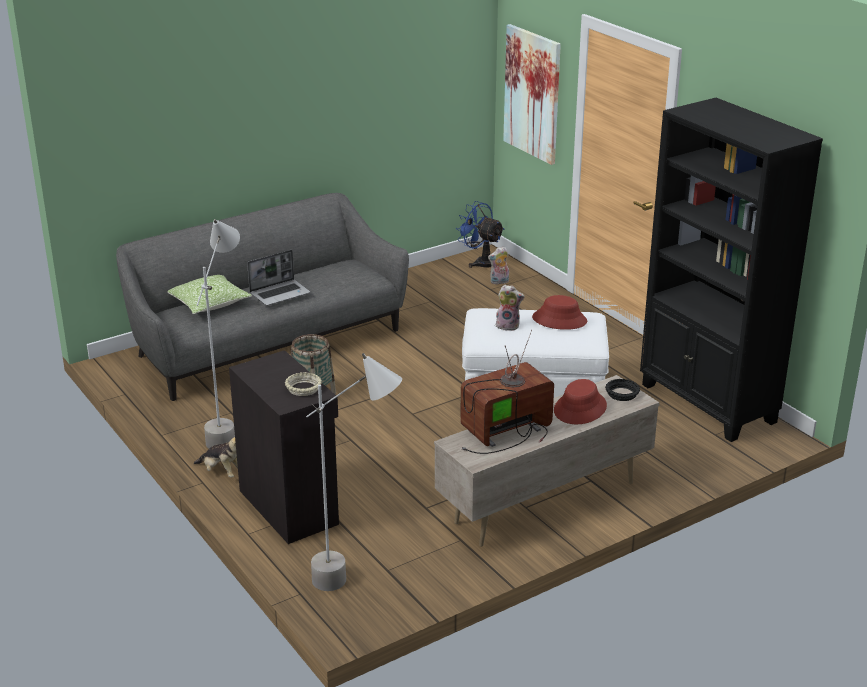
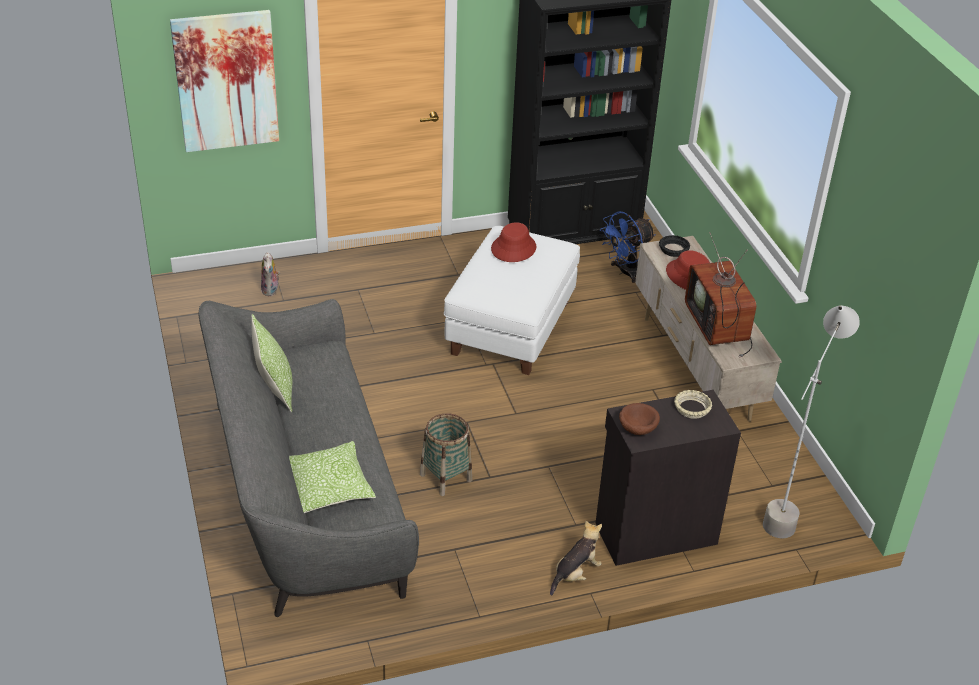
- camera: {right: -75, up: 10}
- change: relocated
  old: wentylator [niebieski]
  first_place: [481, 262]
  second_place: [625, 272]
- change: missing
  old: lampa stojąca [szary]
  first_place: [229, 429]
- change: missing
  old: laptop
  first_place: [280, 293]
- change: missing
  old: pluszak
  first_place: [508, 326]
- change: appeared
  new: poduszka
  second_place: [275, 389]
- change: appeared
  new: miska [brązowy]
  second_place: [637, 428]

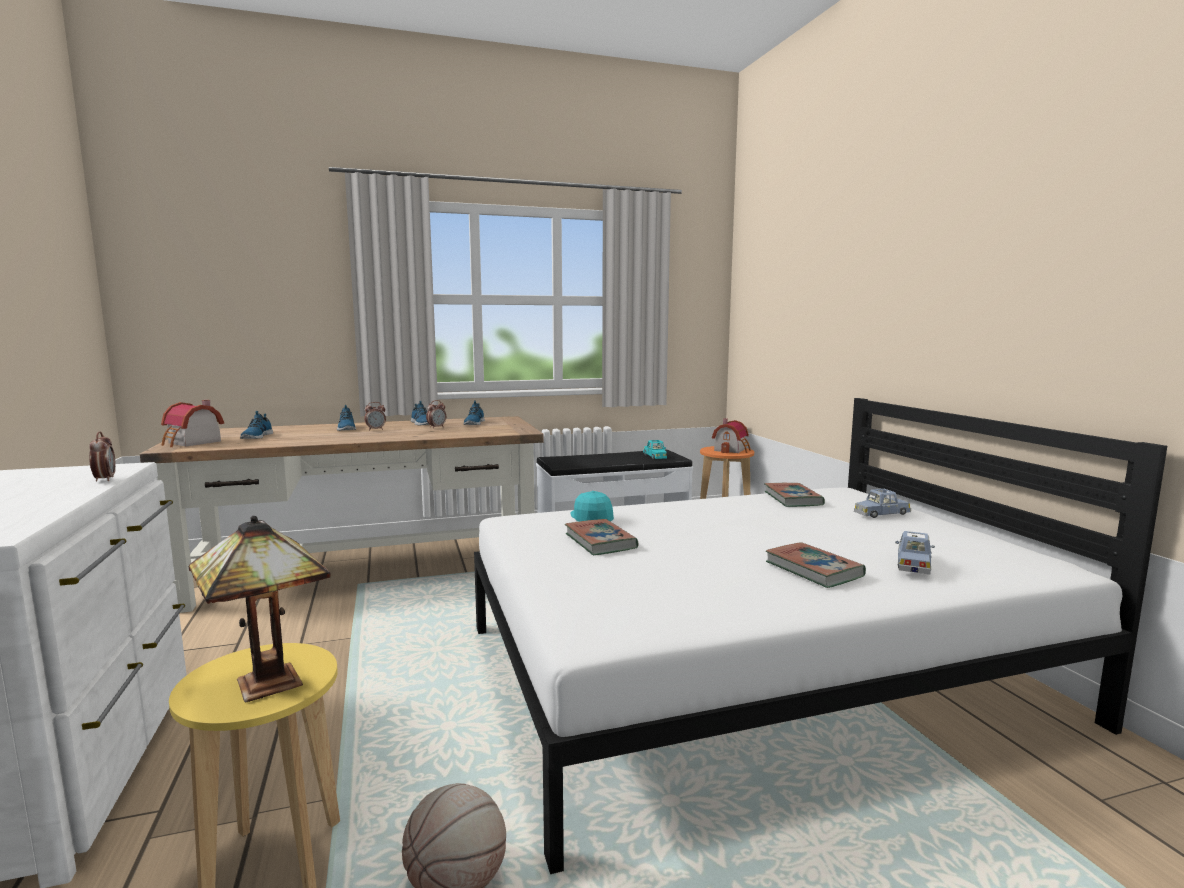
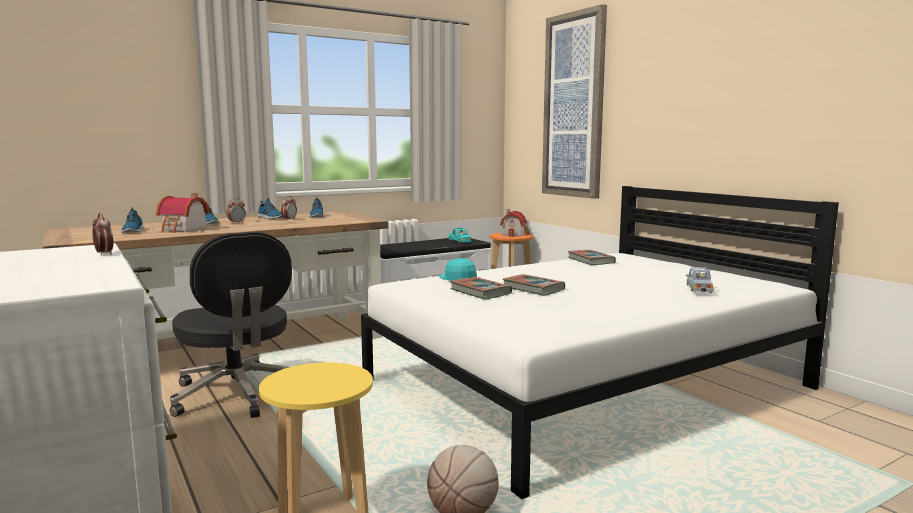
- camera: {right: -15, up: 0}
- change: relocated
  old: domek
  first_place: [192, 442]
  second_place: [183, 229]
- change: missing
  old: samochodzik [niebieski]
  first_place: [881, 514]
- change: missing
  old: lampa stołowa
  first_place: [265, 682]
- change: relocated
  old: książka
  first_place: [813, 570]
  second_place: [533, 288]
- change: appeared
  new: obraz
  second_place: [574, 106]
- change: appeared
  new: krzesło biurowe [czarny]
  second_place: [237, 394]

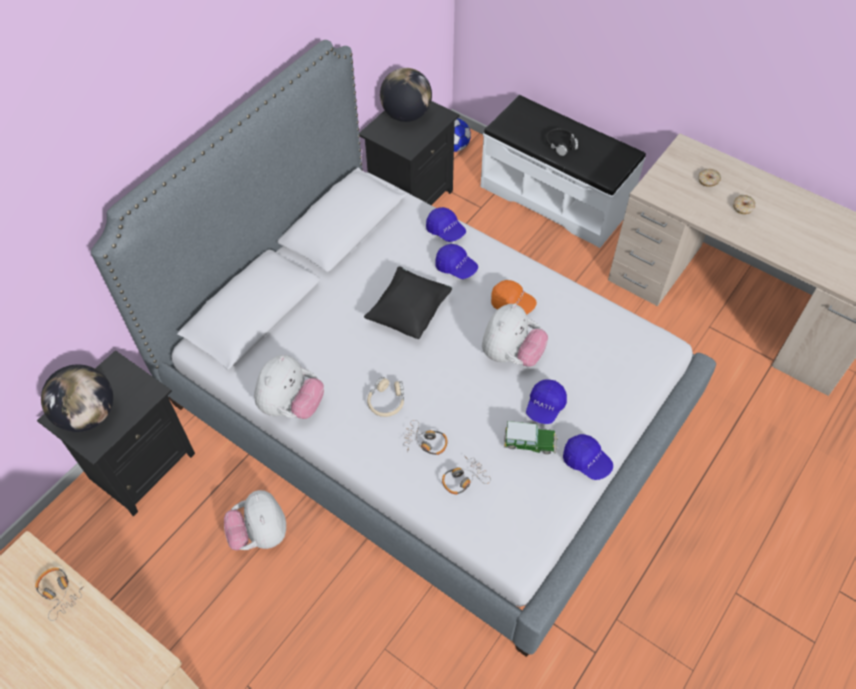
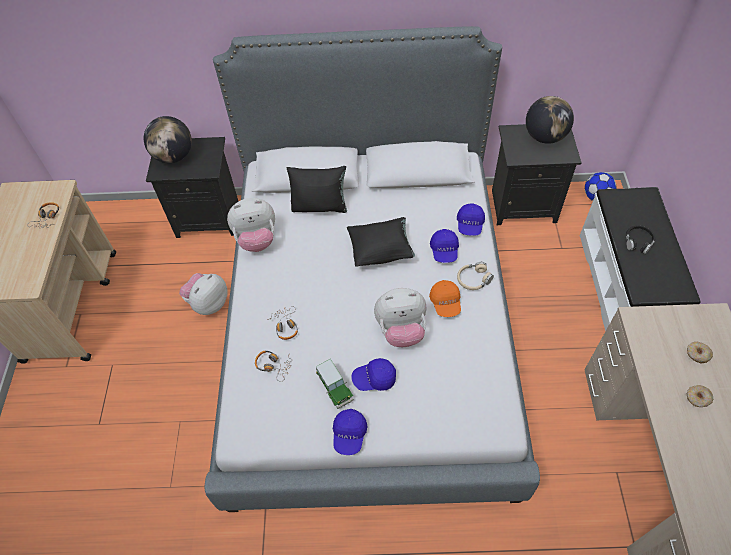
- camera: {right: 55, up: 0}
- change: relocated
  old: słuchawki [beżowy]
  first_place: [386, 401]
  second_place: [473, 279]
- change: appeared
  new: poduszka [czarny]
  second_place: [320, 206]

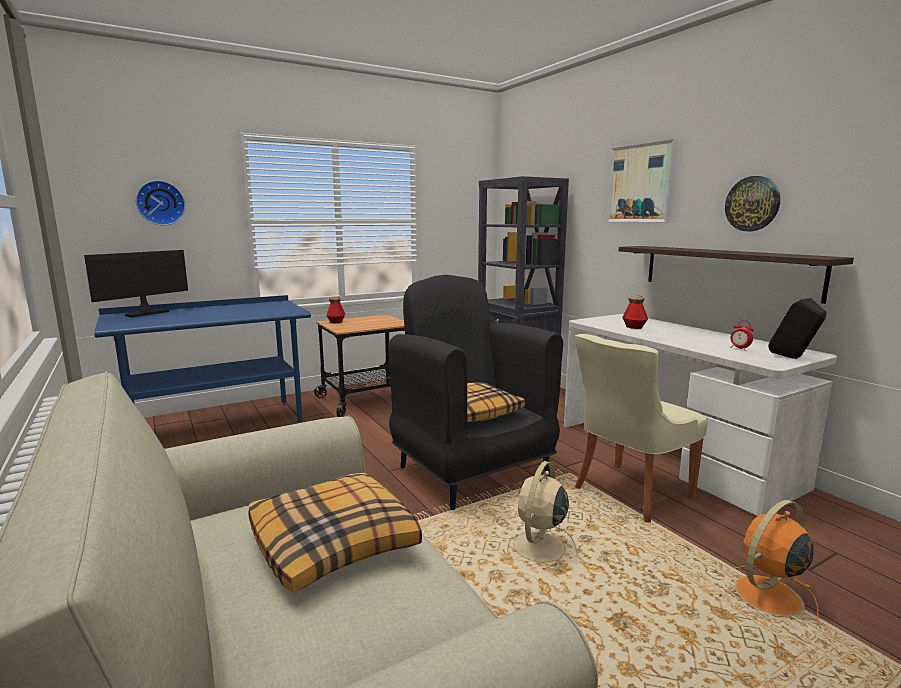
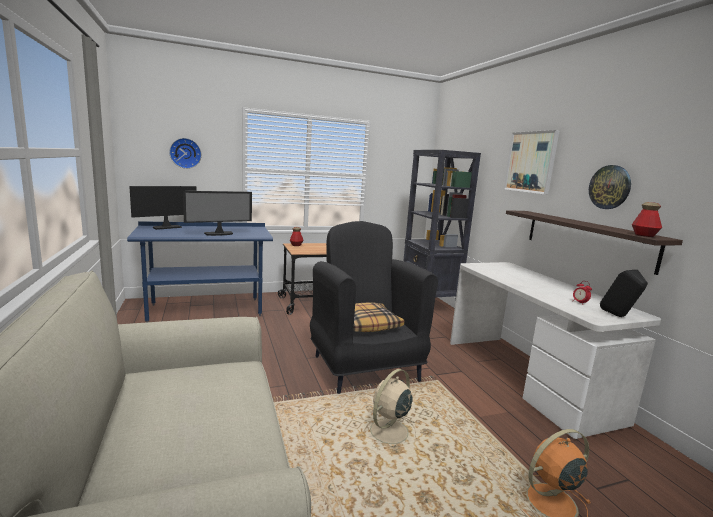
- camera: {right: 10, up: 0}
- change: relocated
  old: butelka
  first_place: [634, 327]
  second_place: [644, 235]
- change: missing
  old: krzesło [beżowy]
  first_place: [629, 493]
- change: missing
  old: poduszka
  first_place: [334, 542]
- change: appeared
  new: monitor
  second_place: [219, 234]

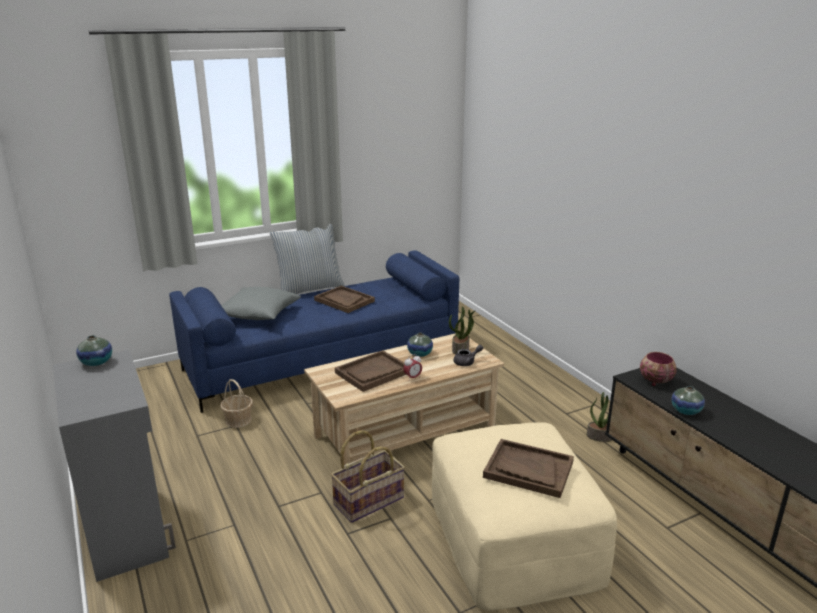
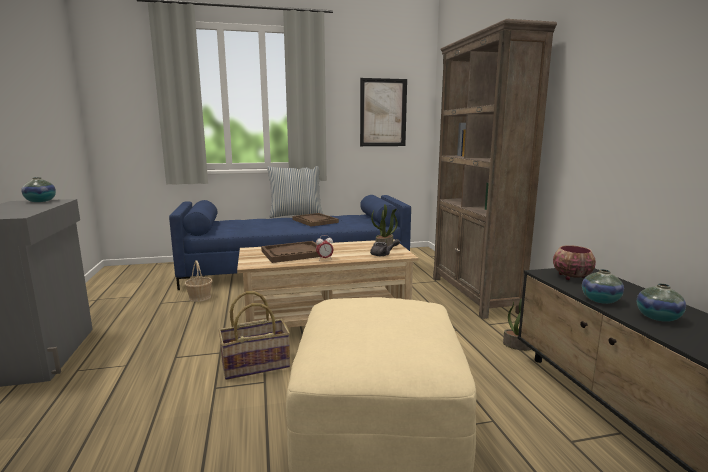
- camera: {right: 15, up: -10}
- change: missing
  old: poduszka [szary]
  first_place: [258, 314]
- change: relocated
  old: wazon
  first_place: [420, 354]
  second_place: [658, 317]
- change: missing
  old: taca [brązowy]
  first_place: [528, 470]
- change: appeared
  new: regał [brązowy]
  second_place: [474, 295]
- change: appeared
  new: obraz
  second_place: [383, 113]

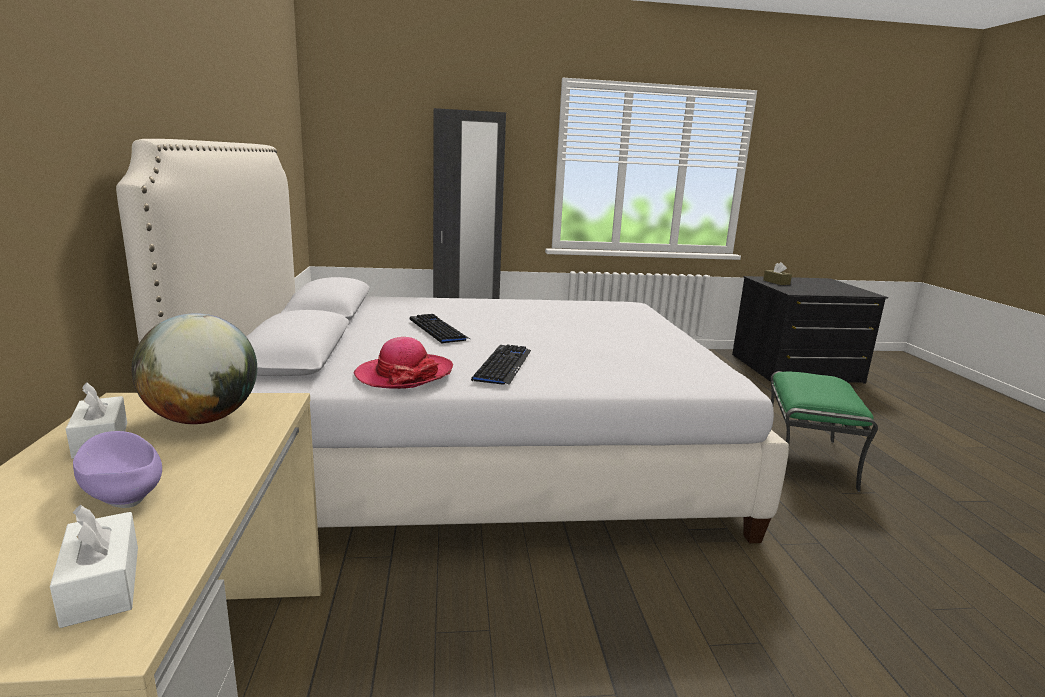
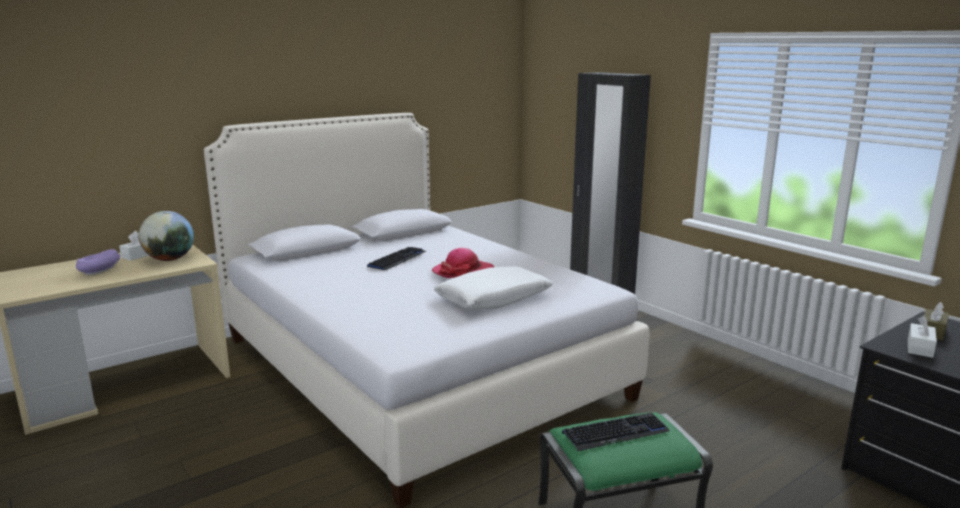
- camera: {right: 60, up: 0}
- change: relocated
  old: kapelusz
  first_place: [404, 374]
  second_place: [463, 272]
- change: relocated
  old: klawiatura
  first_place: [503, 365]
  second_place: [615, 433]
- change: relocated
  old: pudełko chusteczek [biały]
  first_place: [102, 584]
  second_place: [920, 348]
- change: appeared
  new: poduszka [biały]
  second_place: [493, 299]

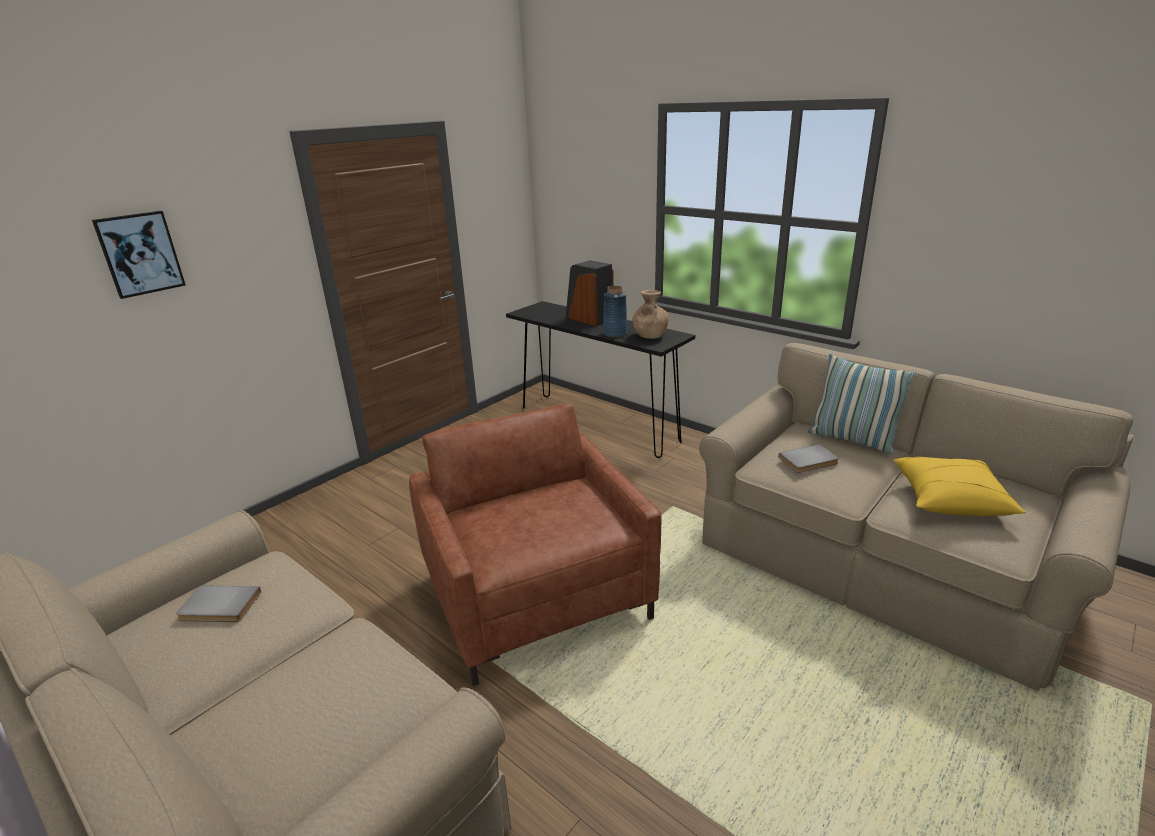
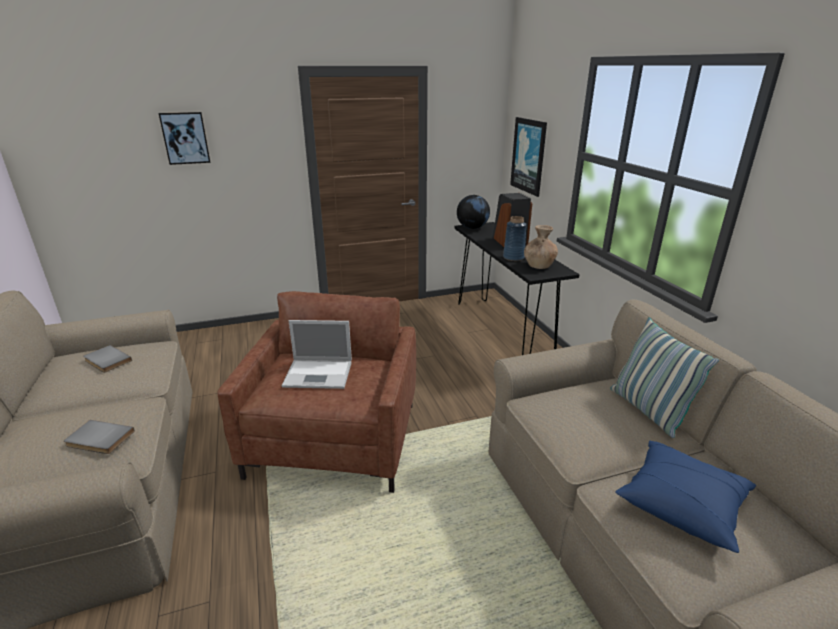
- camera: {right: 30, up: 0}
- change: relocated
  old: książka [szary]
  first_place: [809, 461]
  second_place: [98, 440]
- change: colour
  old: poduszka [żółty]
  new: poduszka [niebieski]
  first_place: [950, 499]
  second_place: [682, 504]
- change: appeared
  new: obraz
  second_place: [529, 156]
- change: appeared
  new: globus
  second_place: [472, 228]
- change: appeared
  new: laptop
  second_place: [319, 374]

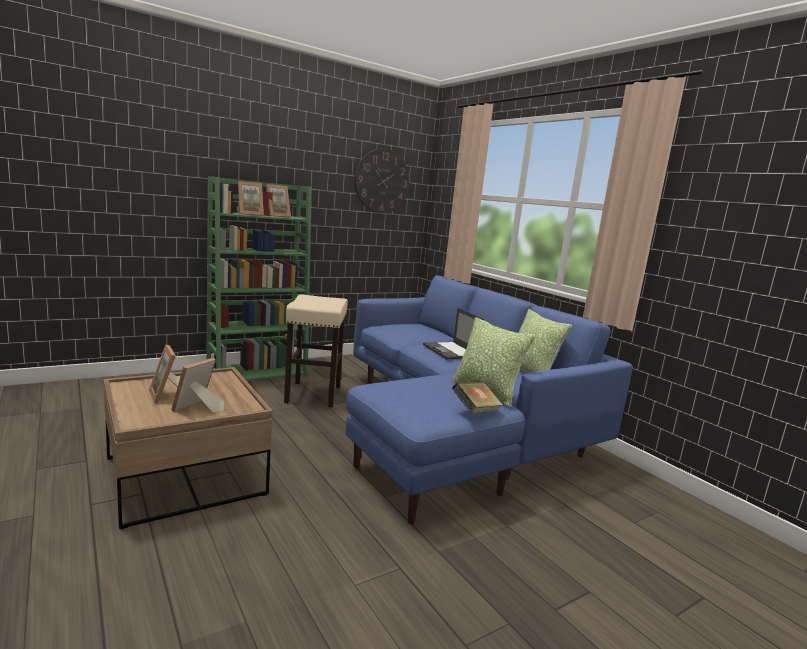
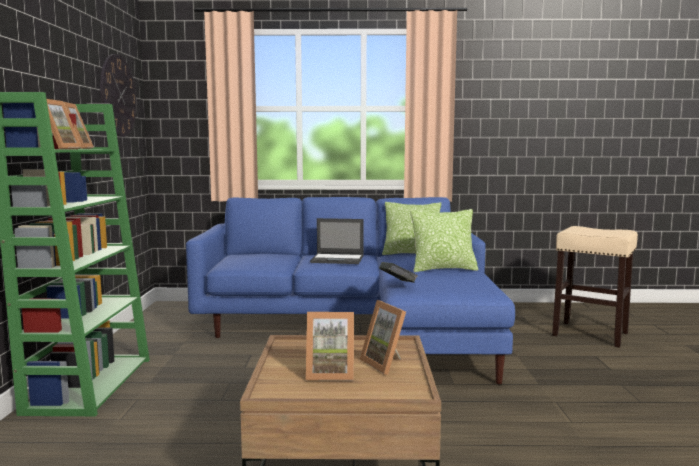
- camera: {right: -55, up: -5}
- change: relocated
  old: stołek [beżowy]
  first_place: [313, 394]
  second_place: [591, 334]
- change: relocated
  old: książka
  first_place: [475, 411]
  second_place: [397, 285]

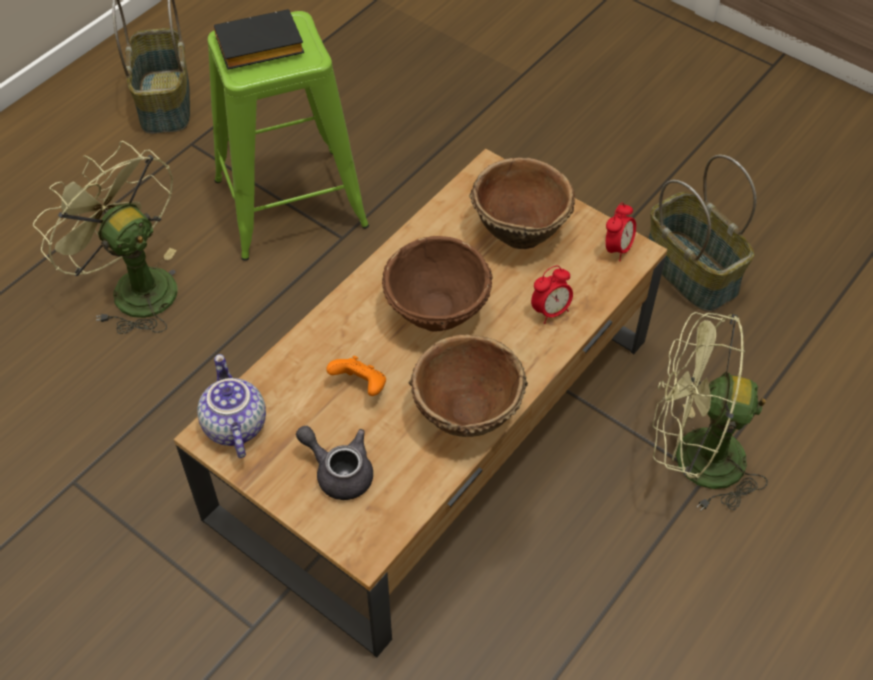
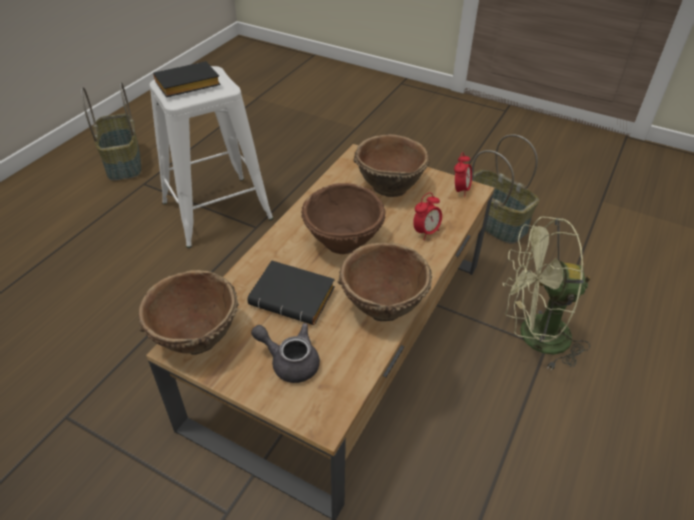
- camera: {right: -10, up: -10}
- change: colour
  old: stołek [zielony]
  new: stołek [biały]
  first_place: [292, 203]
  second_place: [218, 210]
- change: missing
  old: wentylator [zielony]
  first_place: [133, 286]
- change: exchanged
  old: imbryk
  new: miska [brązowy]
  first_place: [233, 425]
  second_place: [196, 338]
- change: exchanged
  old: pad do gier [pomarańczowy]
  new: książka [czarny]
  first_place: [360, 385]
  second_place: [295, 297]

